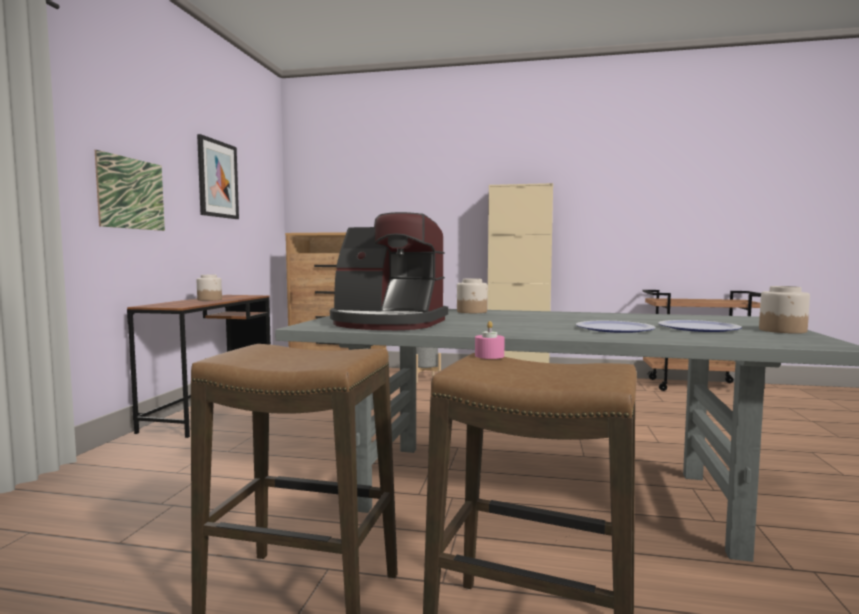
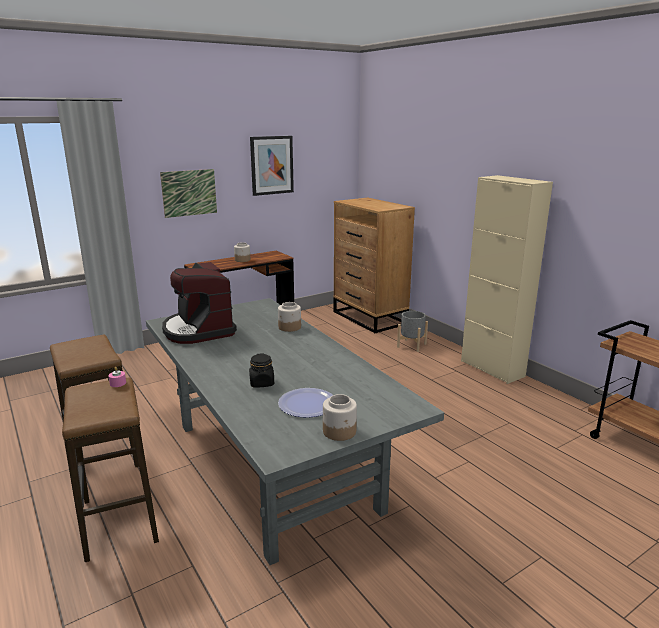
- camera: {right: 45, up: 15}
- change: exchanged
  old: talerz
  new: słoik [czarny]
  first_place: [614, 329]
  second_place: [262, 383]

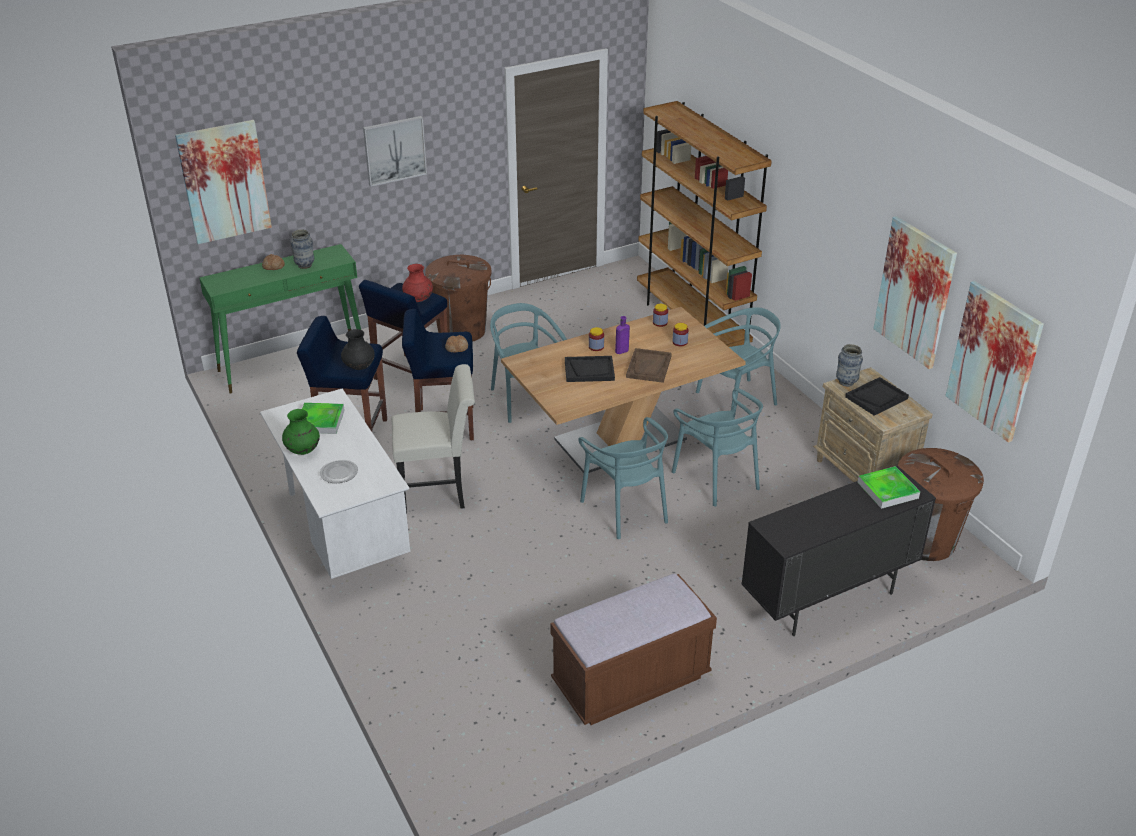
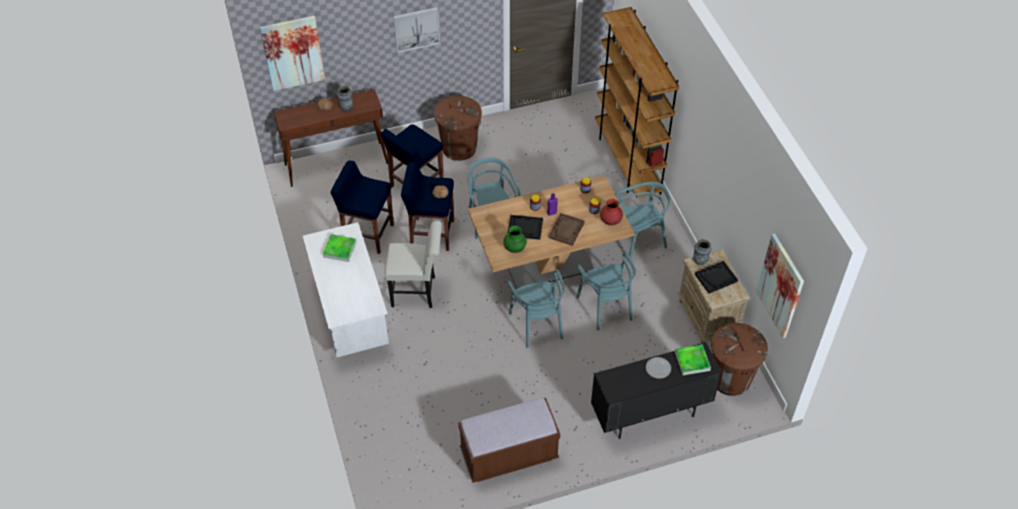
- camera: {right: 10, up: 15}
- change: missing
  old: obraz
  first_place: [914, 292]
- change: colour
  old: stolik konsolowy [zielony]
  new: stolik konsolowy [brązowy]
  first_place: [293, 363]
  second_place: [337, 164]
- change: relocated
  old: wazon [czerwony]
  first_place: [418, 300]
  second_place: [610, 221]
- change: missing
  old: wazon [czarny]
  first_place: [359, 367]
- change: relocated
  old: wazon [zielony]
  first_place: [302, 450]
  second_place: [514, 248]
- change: relocated
  old: talerz
  first_place: [338, 473]
  second_place: [657, 368]

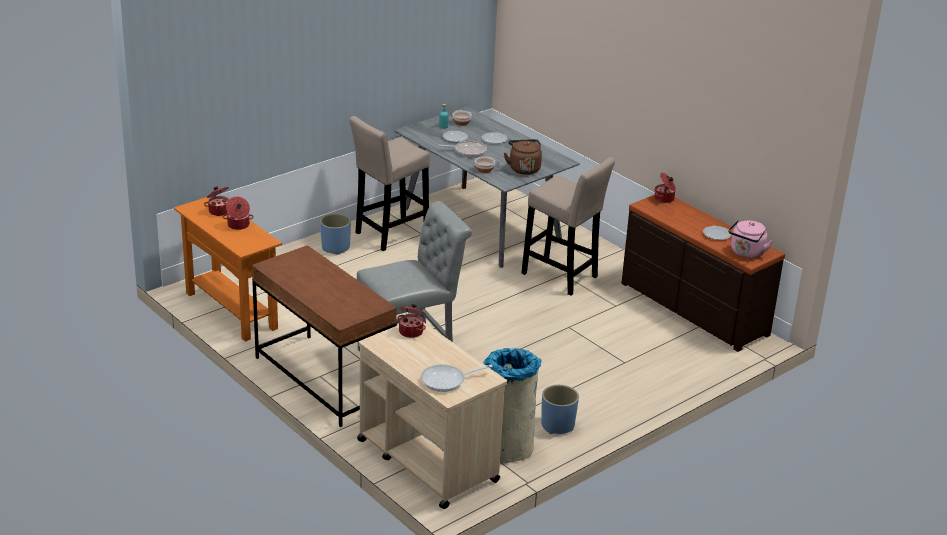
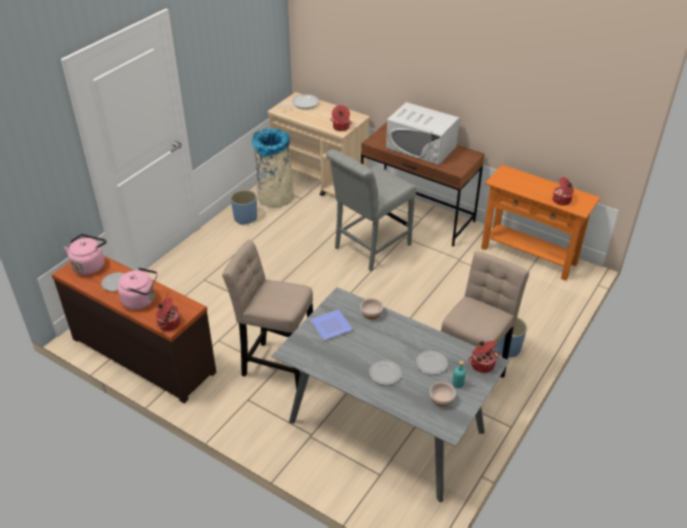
- camera: {right: 165, up: 10}
- change: exchanged
  old: czajnik [brązowy]
  new: talerz
  first_place: [523, 168]
  second_place: [330, 327]
- change: missing
  old: patelnia
  first_place: [468, 151]
- change: relocated
  old: garnek
  first_place: [238, 225]
  second_place: [482, 364]
- change: appeared
  new: mikrofalówka [biały]
  second_place: [421, 147]
- change: appeared
  new: czajnik [różowy]
  second_place: [141, 300]

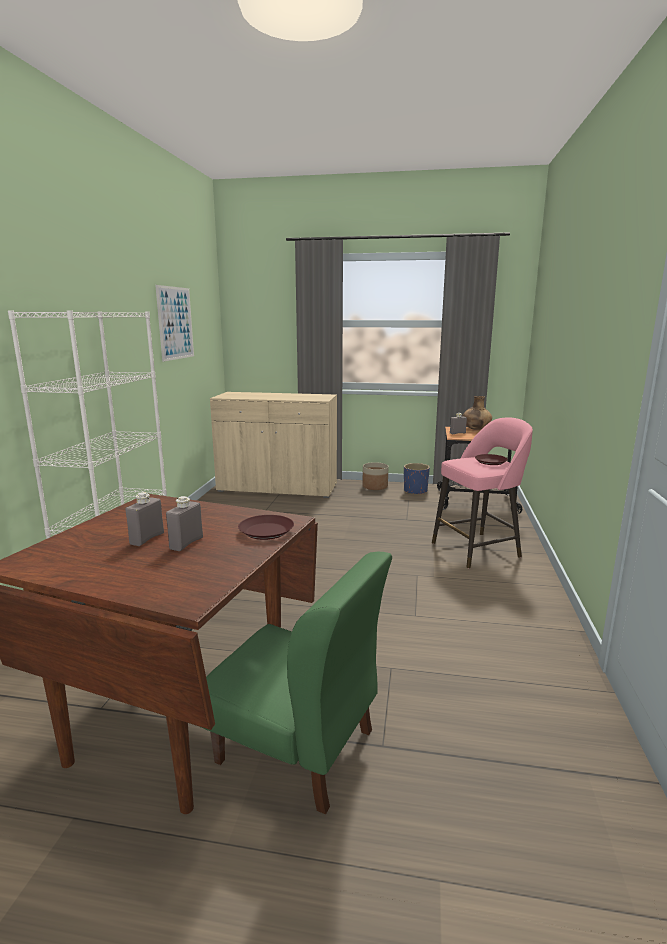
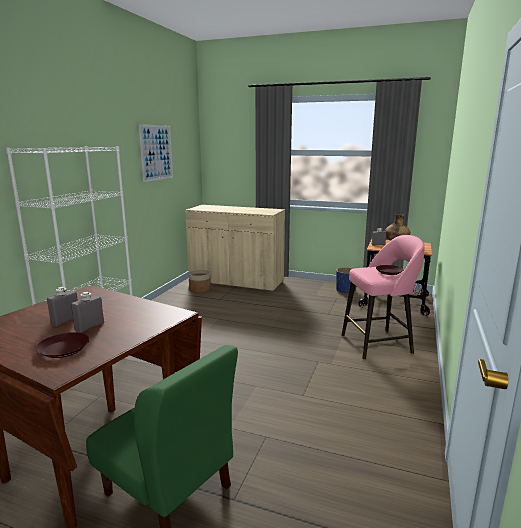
- camera: {right: 10, up: 0}
- change: relocated
  old: donica
  first_place: [375, 486]
  second_place: [200, 290]
- change: relocated
  old: talerz [brązowy]
  first_place: [266, 532]
  second_place: [63, 349]

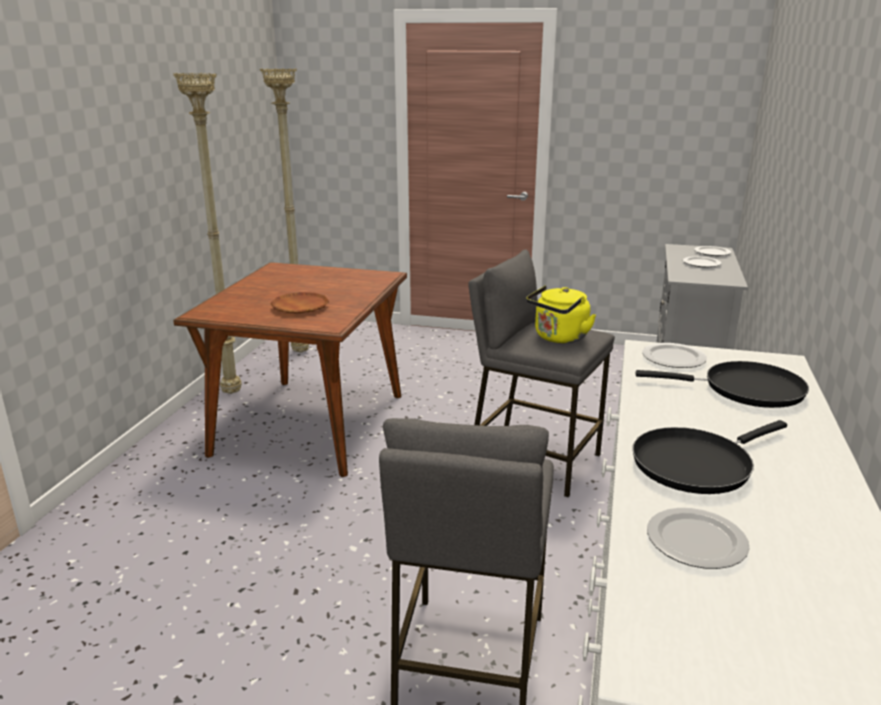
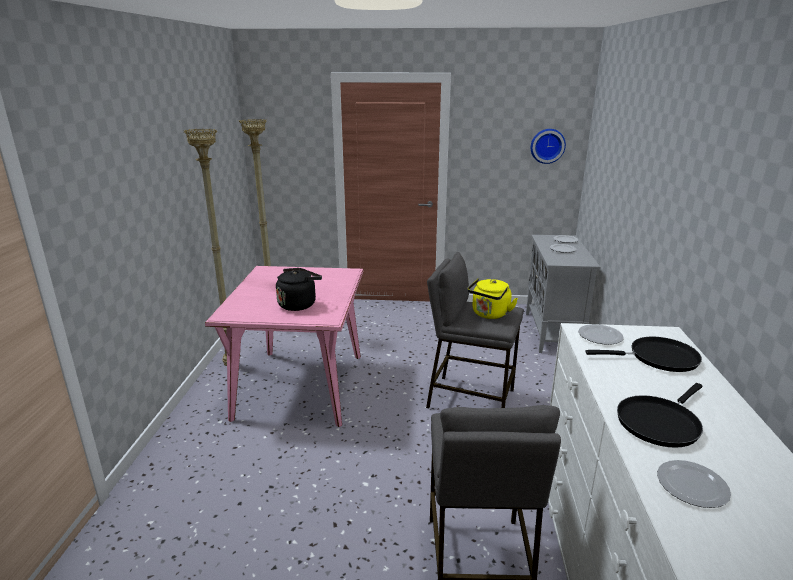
- camera: {right: -10, up: 0}
- change: colour
  old: stół jadalny [brązowy]
  new: stół jadalny [różowy]
  first_place: [310, 423]
  second_place: [300, 385]
- change: exchanged
  old: talerz [brązowy]
  new: czajnik [czarny]
  first_place: [300, 307]
  second_place: [298, 304]
- change: appeared
  new: zegar ścienny
  second_place: [547, 146]

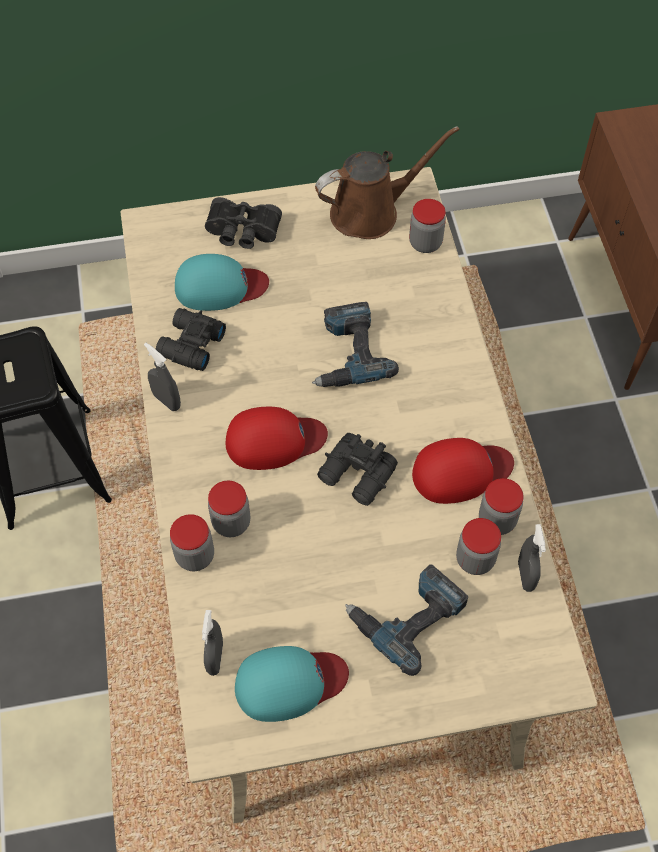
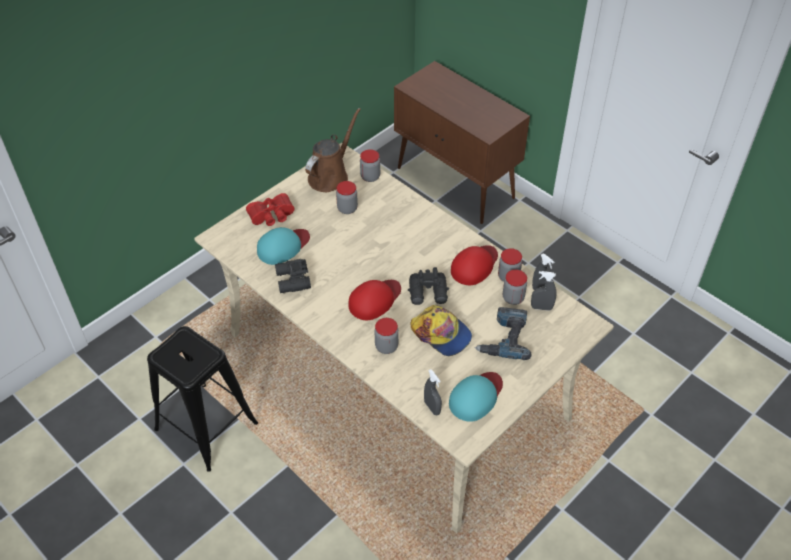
- camera: {right: -35, up: -10}
- change: colour
  old: lornetka [czarny]
  new: lornetka [czerwony]
  first_place: [242, 233]
  second_place: [272, 216]
- change: missing
  old: wiertarka
  first_place: [347, 353]
- change: relocated
  old: spryskiwacz [szary]
  first_place: [166, 401]
  second_place: [541, 307]
- change: relocated
  old: słoik
  first_place: [195, 556]
  second_place: [347, 208]
- change: appeared
  new: czapka z daszkiem
  second_place: [441, 334]

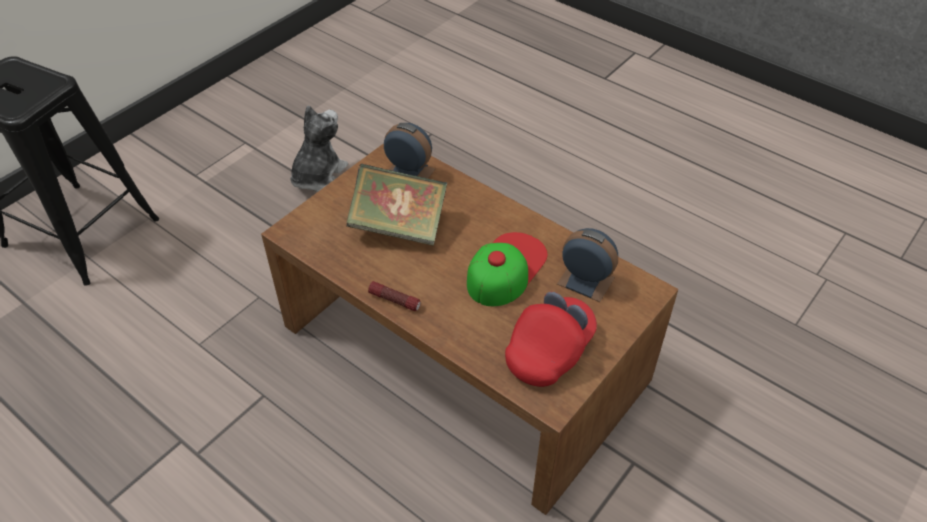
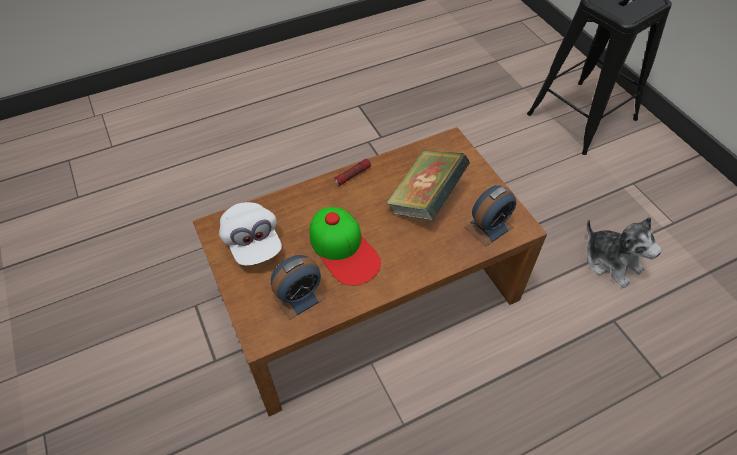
- camera: {right: 115, up: 5}
- change: colour
  old: czapka z daszkiem [czerwony]
  new: czapka z daszkiem [biały]
  first_place: [549, 351]
  second_place: [252, 242]

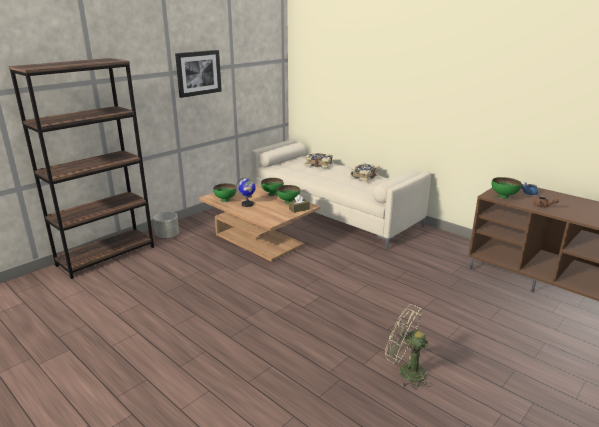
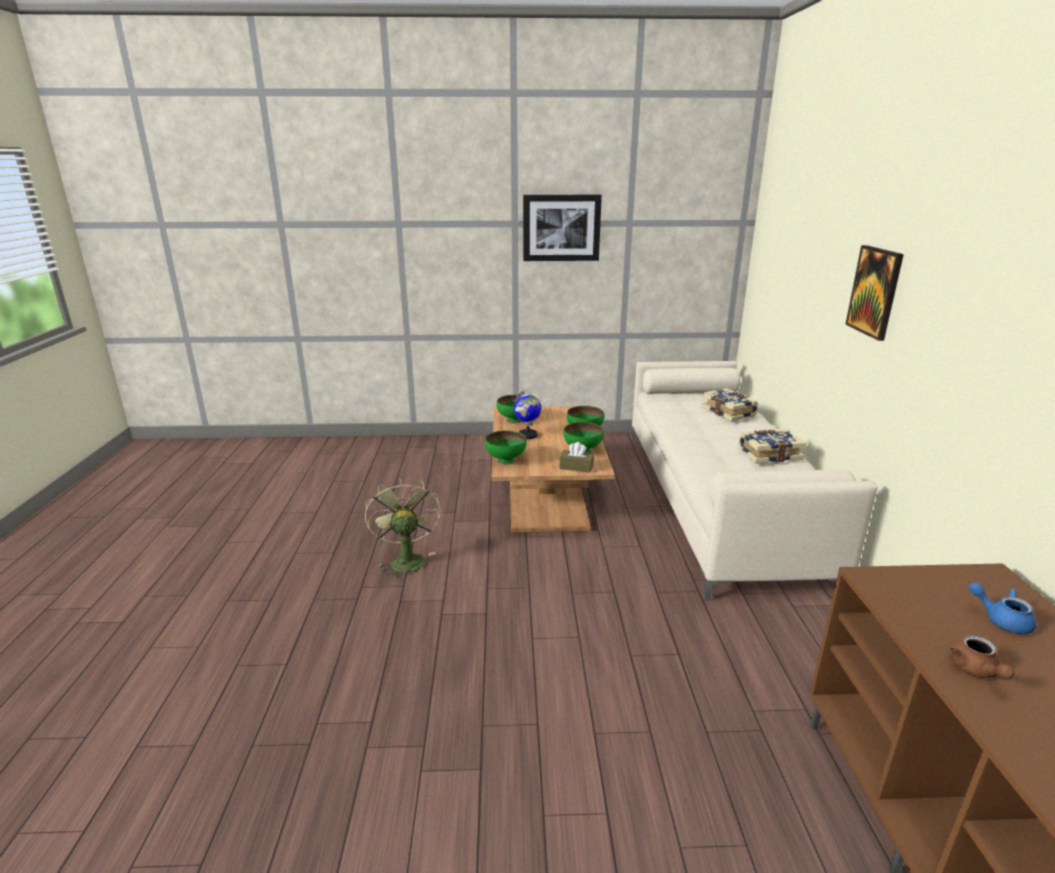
- camera: {right: 45, up: 0}
- change: missing
  old: regał [brązowy]
  first_place: [106, 256]
- change: relocated
  old: miska [zielony]
  first_place: [503, 197]
  second_place: [505, 461]
- change: missing
  old: donica [szary]
  first_place: [168, 236]
- change: relocated
  old: wentylator [zielony]
  first_place: [405, 371]
  second_place: [405, 559]
- change: appeared
  new: obraz
  second_place: [875, 291]

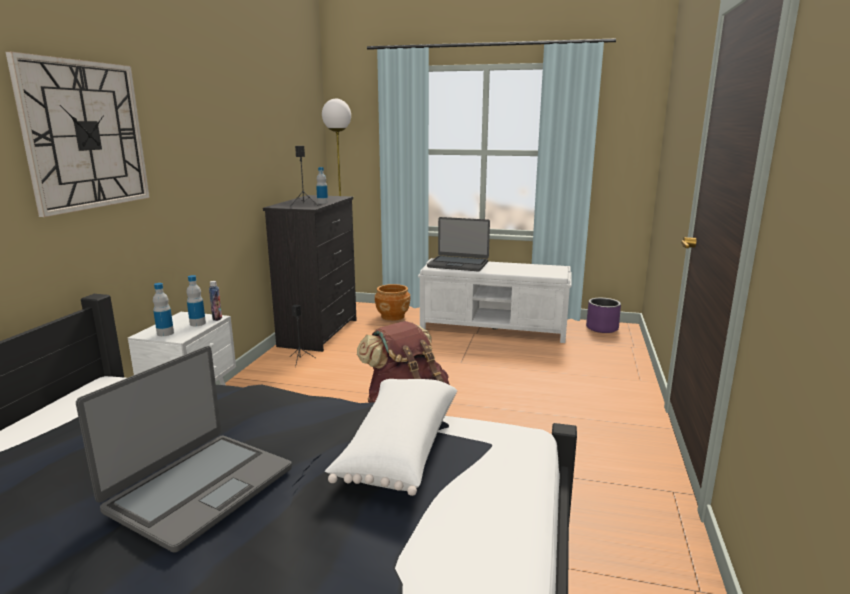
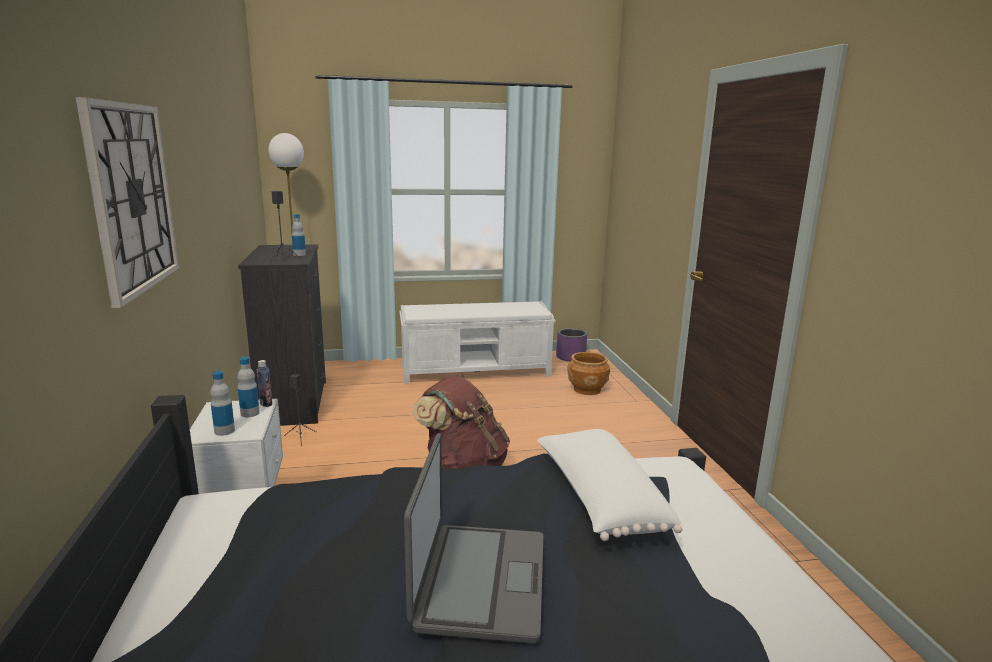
- camera: {right: -25, up: 0}
- change: missing
  old: laptop
  first_place: [458, 264]
- change: relocated
  old: donica [brązowy]
  first_place: [393, 316]
  second_place: [587, 389]

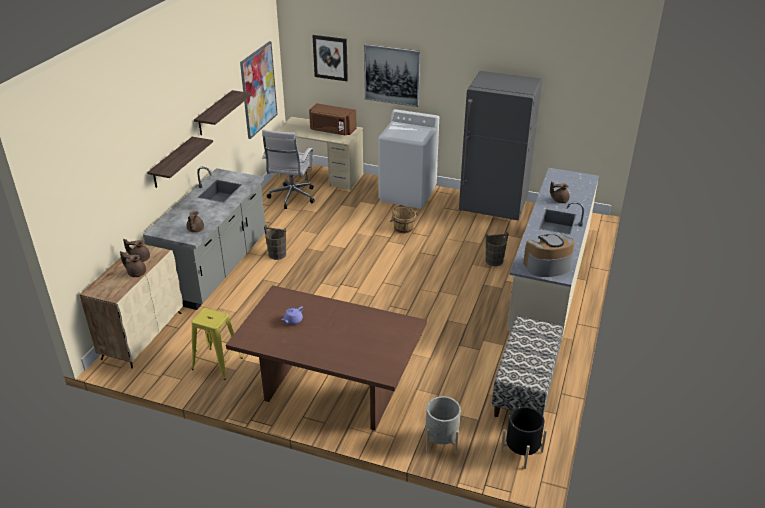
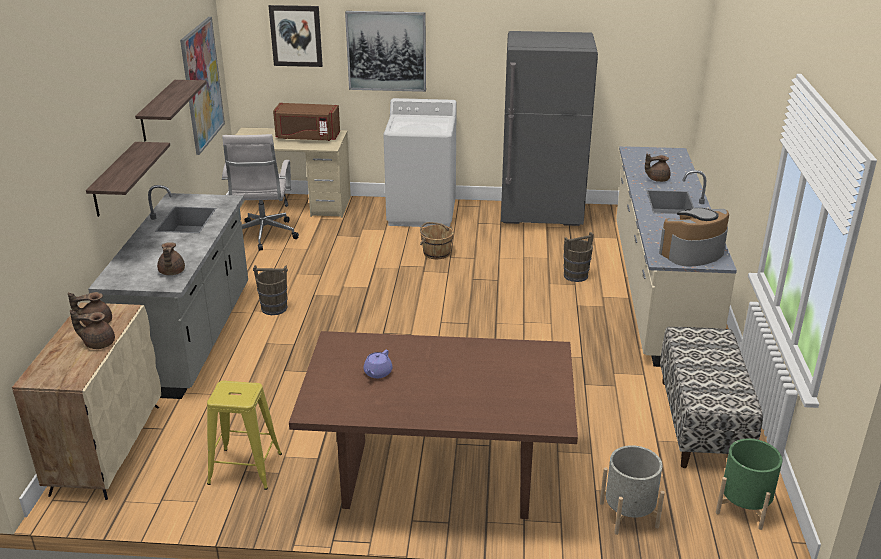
- camera: {right: -15, up: -5}
- change: colour
  old: donica [czarny]
  new: donica [zielony]
  first_place: [521, 451]
  second_place: [744, 507]

